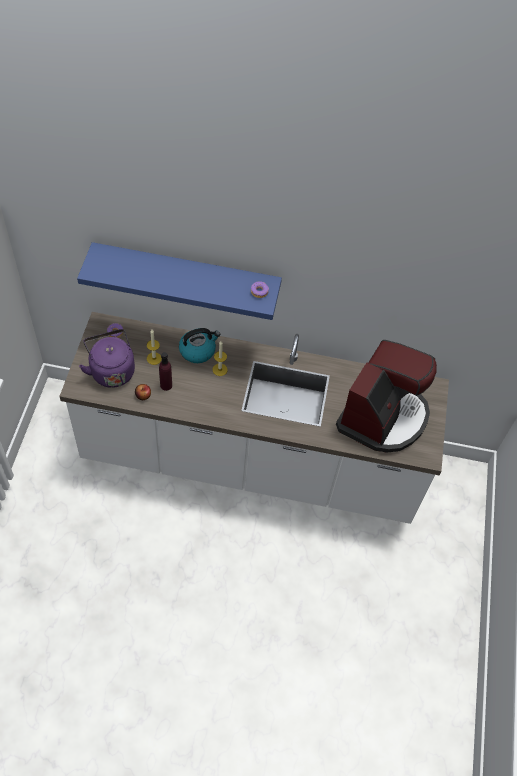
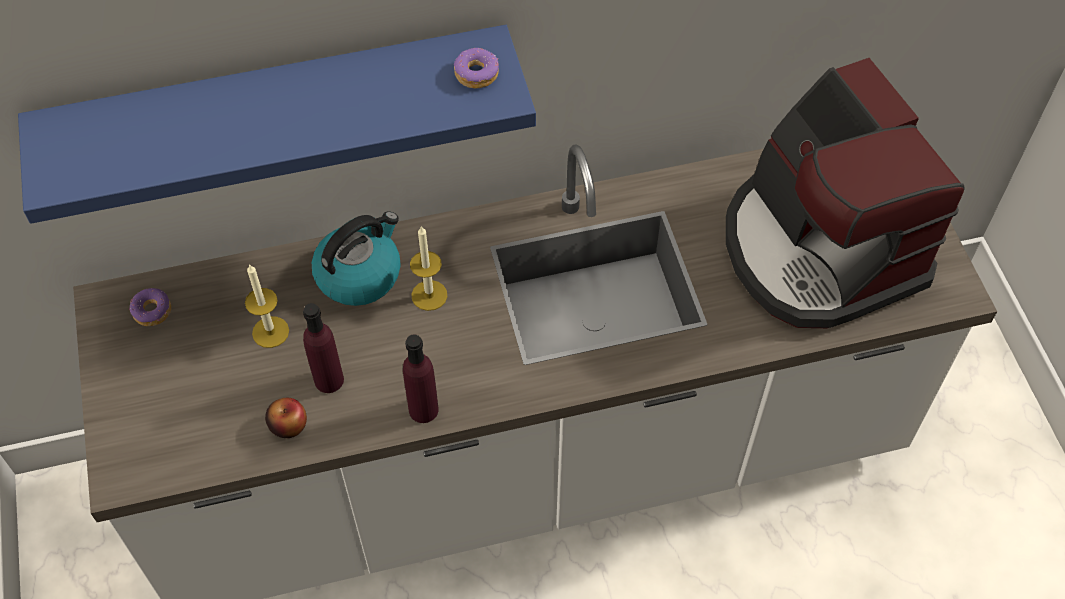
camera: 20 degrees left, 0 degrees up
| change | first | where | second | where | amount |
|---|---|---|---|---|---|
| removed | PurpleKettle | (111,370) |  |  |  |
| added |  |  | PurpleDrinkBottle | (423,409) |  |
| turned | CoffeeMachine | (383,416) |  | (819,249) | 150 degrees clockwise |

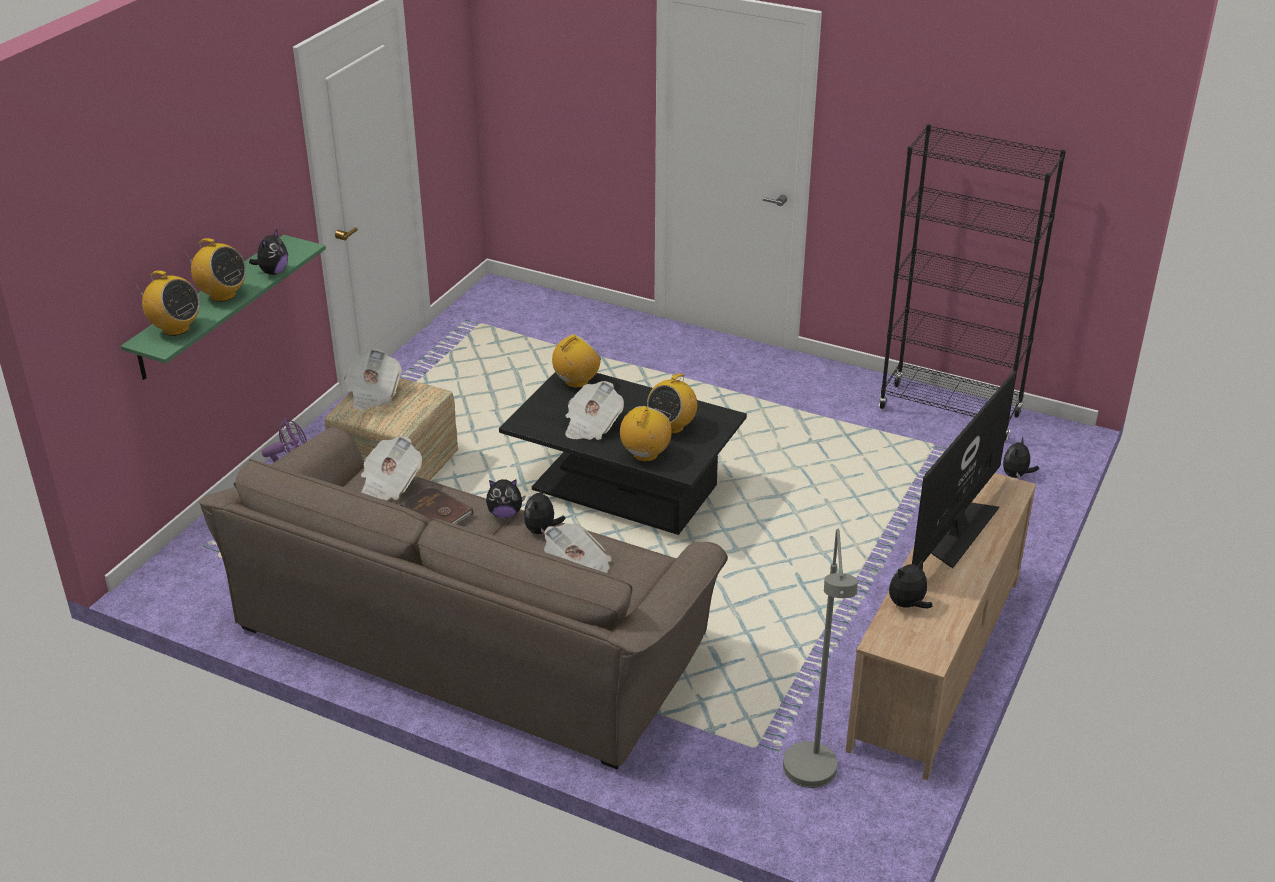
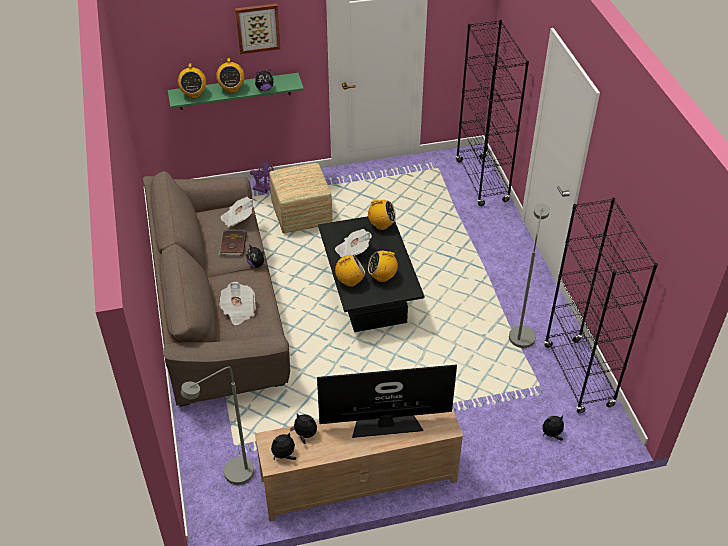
camera: 50 degrees right, 10 degrees up
| change | first | where | second | where | amount |
|---|---|---|---|---|---|
| removed | Newspaper | (373,394) |  |  |  |
| added |  |  | WallPicture | (257,28) |  |
| added |  |  | BlackishShelvingUnit | (482,181) |  |
| added |  |  | GrayStandingLamp | (522,332) |  |
| moved | PlushToy | (542,530) |  | (284,455) |  |

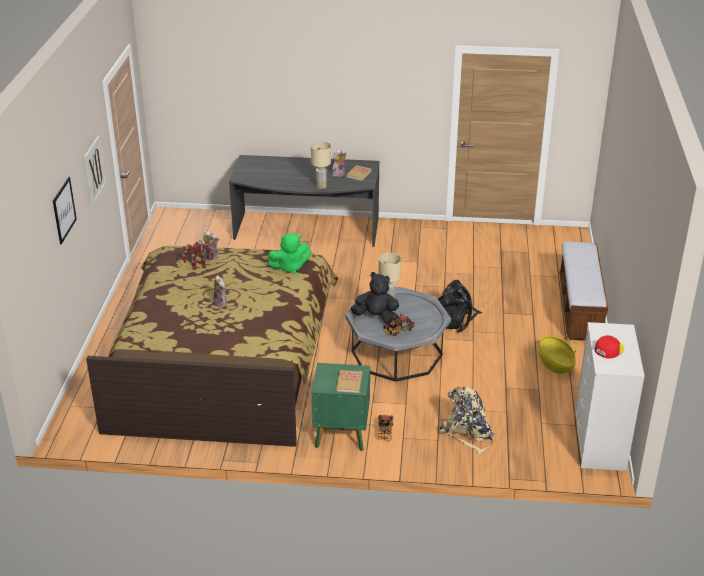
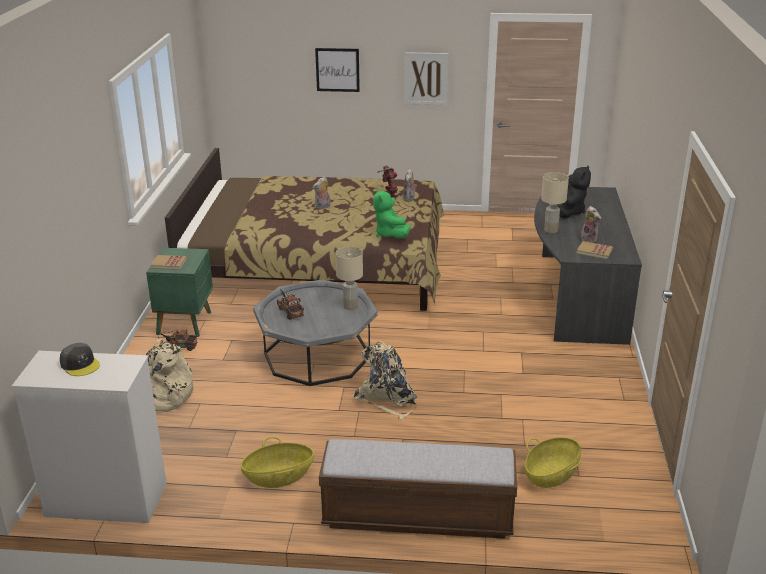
camera: 90 degrees right, 5 degrees down
| change | first | where | second | where | amount |
|---|---|---|---|---|---|
| added |  |  | Basket | (551,474) |  |
| moved | BlackishPlushToy | (376,317) |  | (569,212) |  |
| recoloured | BlackishKnapsack | (455,319) | BeigeColouredKnapsack | (387,398) |  |
| recoloured | RedColouredBaseballCap | (609,349) | GrayBaseballCap | (80,364) |  |

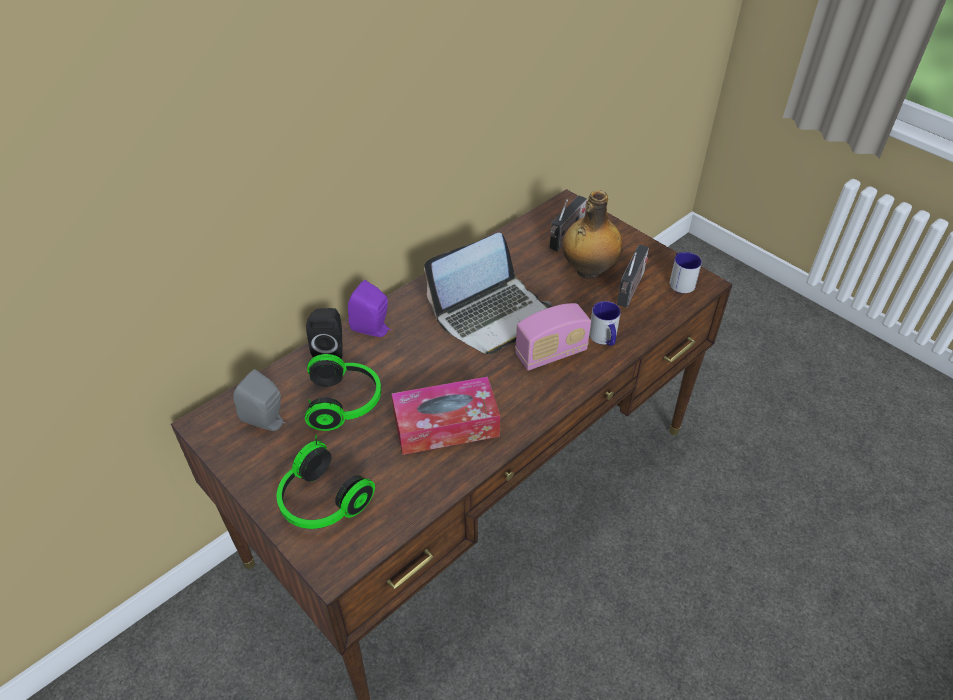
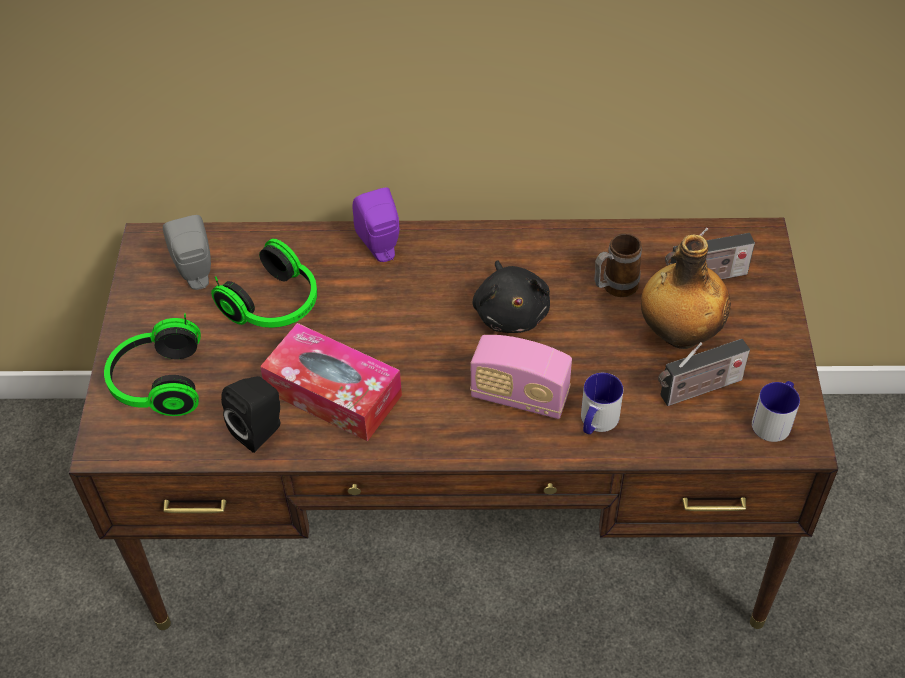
camera: 45 degrees right, 5 degrees up
| change | first | where | second | where | amount |
|---|---|---|---|---|---|
| added |  |  | TeaMug | (614,288) |  |
| moved | BlackishLoudspeaker | (330,349) |  | (261,430) |  |
| replaced | Laptop | (491,315) | BlackishPlushToy | (511,312) |  |

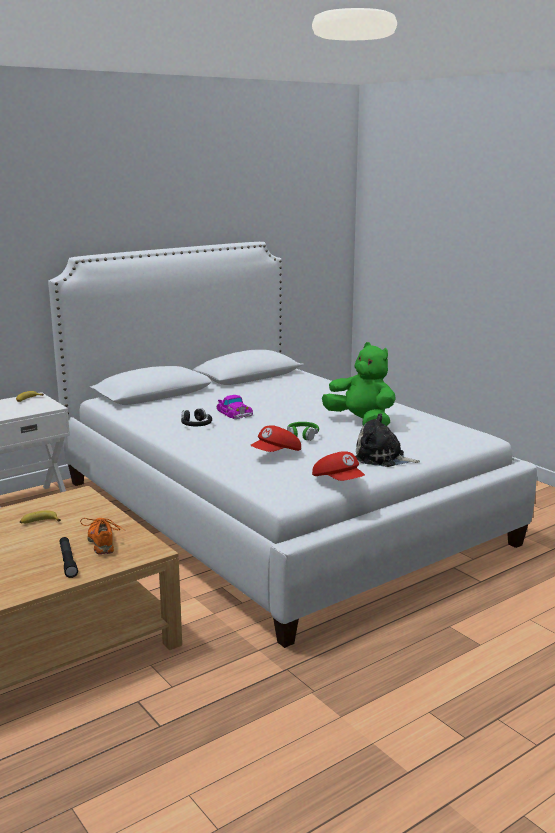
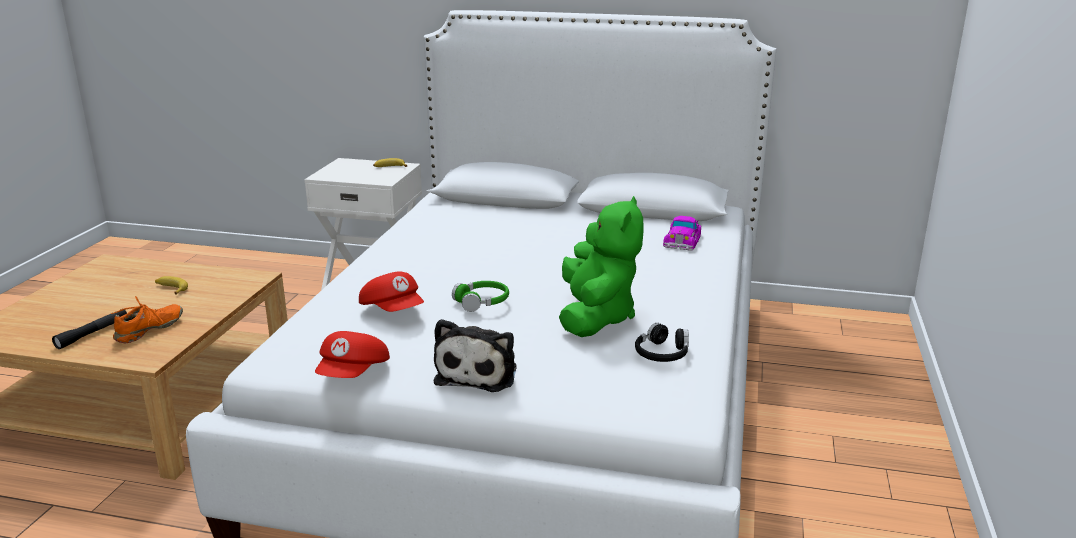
camera: 50 degrees right, 5 degrees up
| change | first | where | second | where | amount |
|---|---|---|---|---|---|
| moved | BlackishHeadset | (196,424) |  | (662,353) |  |
| moved | ToyCar | (233,412) |  | (683,239) |  |
| turned | RedColouredBaseballCap | (276,454) |  | (393,310) | 135 degrees counterclockwise |
| turned | PlushToy | (382,458) |  | (479,373) | 150 degrees counterclockwise |

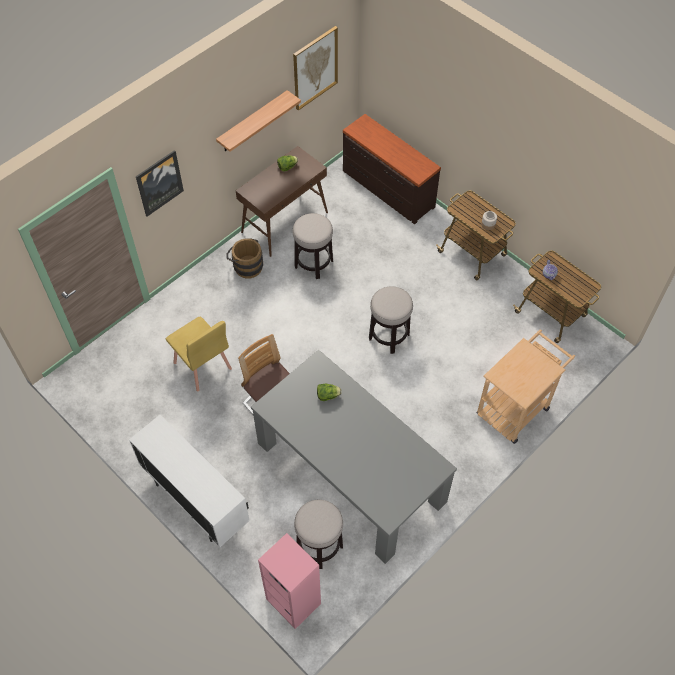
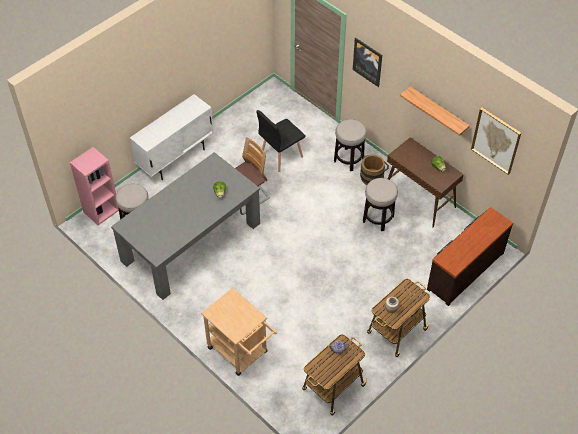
camera: 90 degrees right, 5 degrees down
| change | first | where | second | where | amount |
|---|---|---|---|---|---|
| moved | Stool | (389,336) |  | (348,159) |  |
| recoloured | YellowColouredUprightChair | (202,366) | BlackishUprightChair | (281,155) |  |

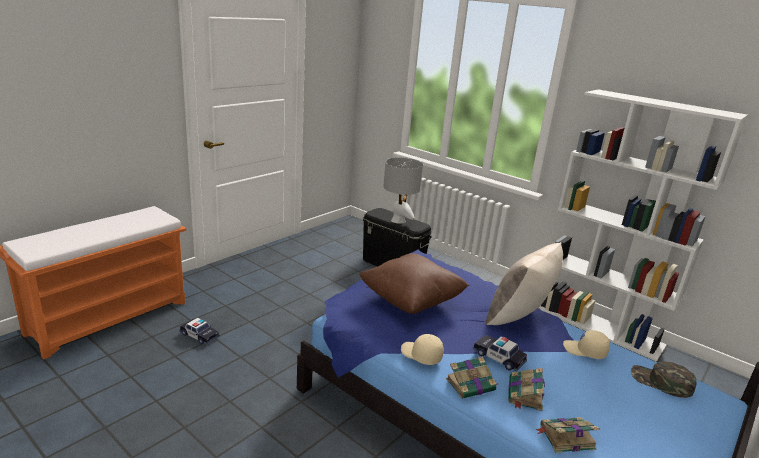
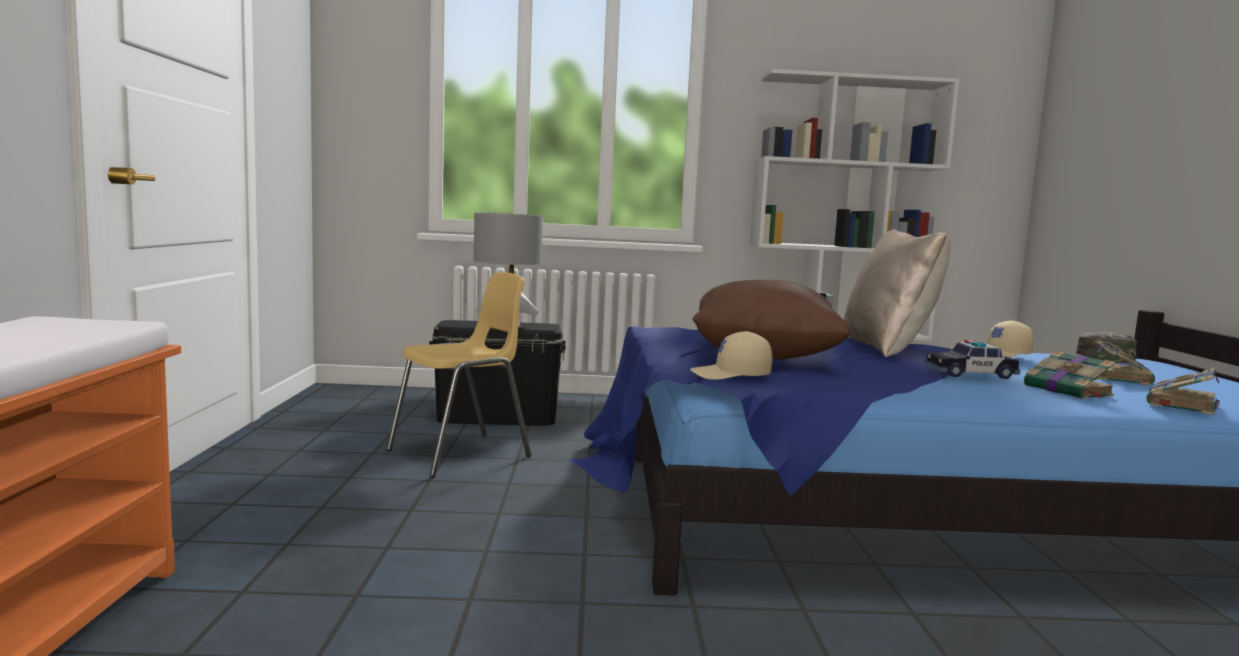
camera: 40 degrees left, 15 degrees down
| change | first | where | second | where | amount |
|---|---|---|---|---|---|
| removed | ToyCar | (199,335) |  |  |  |
| added |  |  | YellowColouredUprightChair | (461,454) |  |
| moved | BeigeColouredBaseballCap | (420,355) |  | (731,375) |  |
| moved | Book | (471,385) |  | (1120,377) |  |

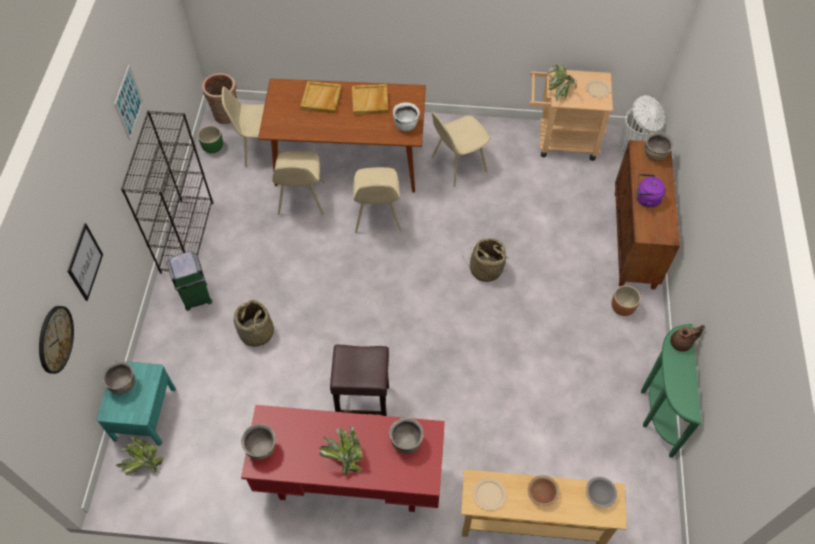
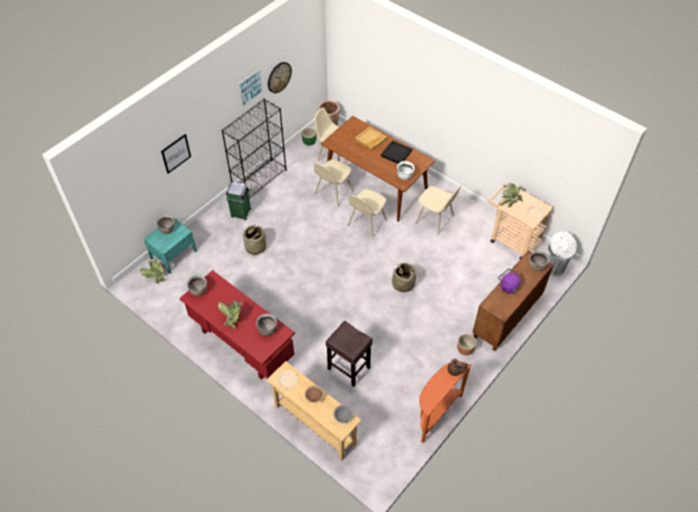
camera: 35 degrees right, 5 degrees down
| change | first | where | second | where | amount |
|---|---|---|---|---|---|
| moved | WallClock | (55,339) |  | (279,77) |  |
| moved | BrownStool | (364,403) |  | (349,368) |  |
| recoloured | BeigeColouredTray | (370,101) | BlackishTray | (396,153) |  |
| recoloured | GreenHallTable | (656,410) | OrangeColouredHallTable | (435,413) |  |
| turned | BeigeColouredUprightChair | (457,165) |  | (435,220) | 150 degrees counterclockwise |

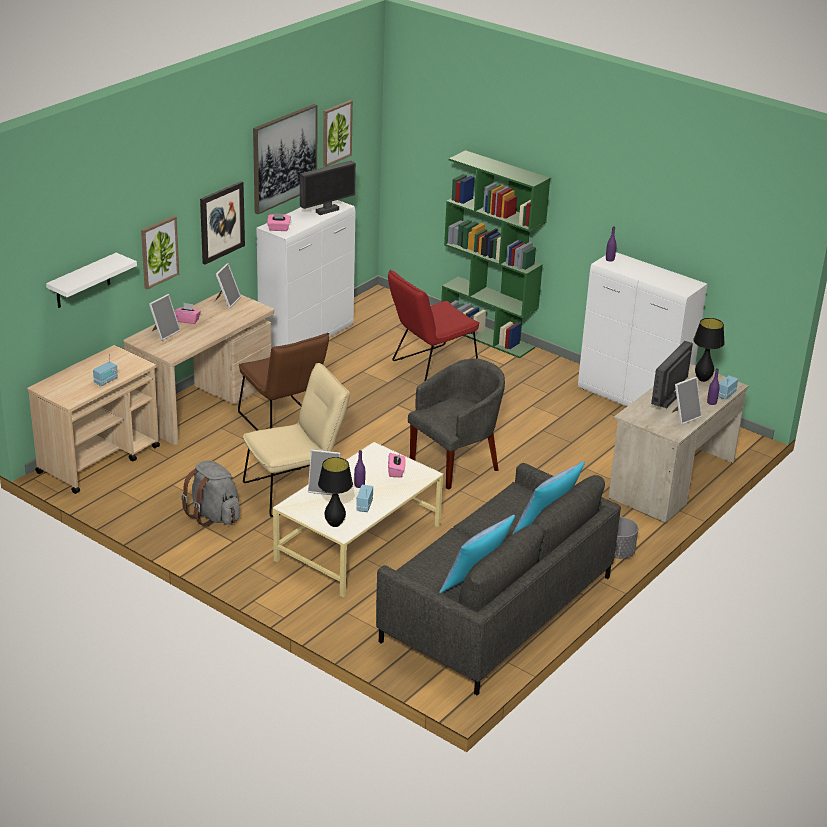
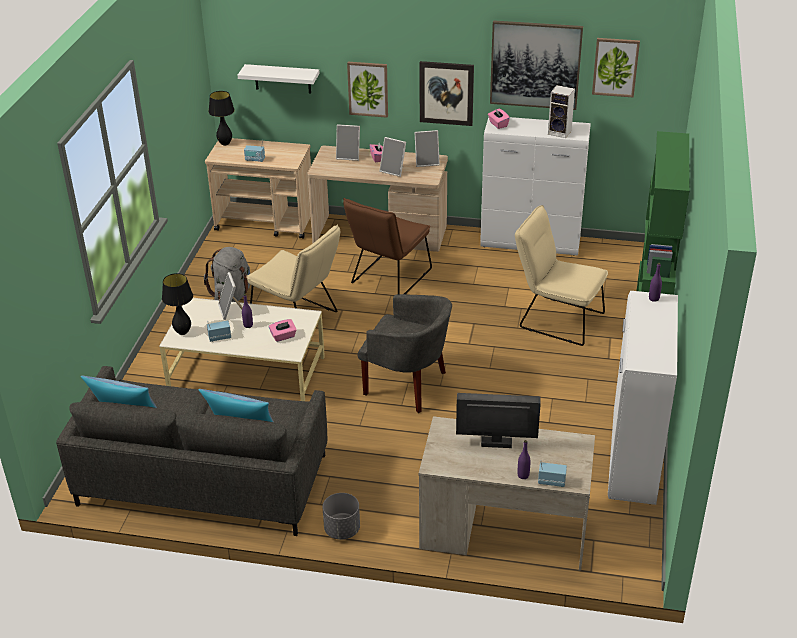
camera: 65 degrees right, 5 degrees up
| change | first | where | second | where | amount |
|---|---|---|---|---|---|
| moved | StandingFrame | (684,416) |  | (394,170) |  |
| moved | BlackishTabletopLamp | (702,379) |  | (225,143) |  |
| replaced | Monitor | (327,210) | Loudspeaker | (560,132) |  |
| recoloured | RedColouredUprightChair | (429,366) | BeigeColouredUprightChair | (556,319) |  |

